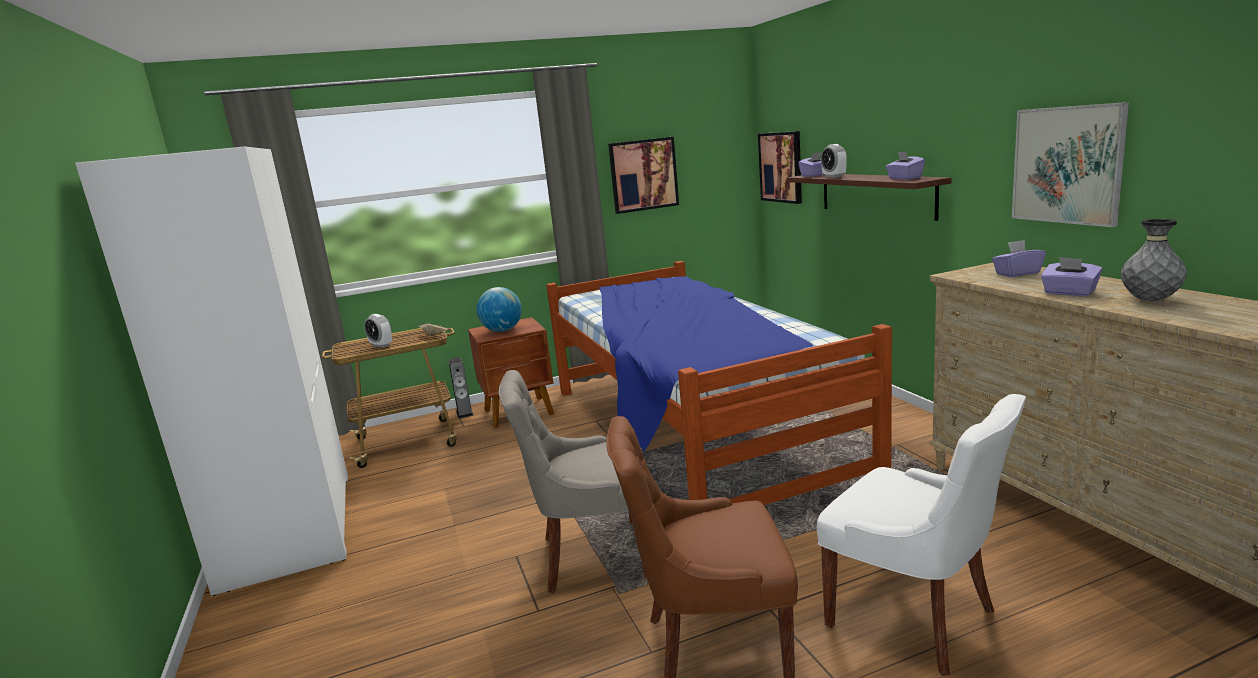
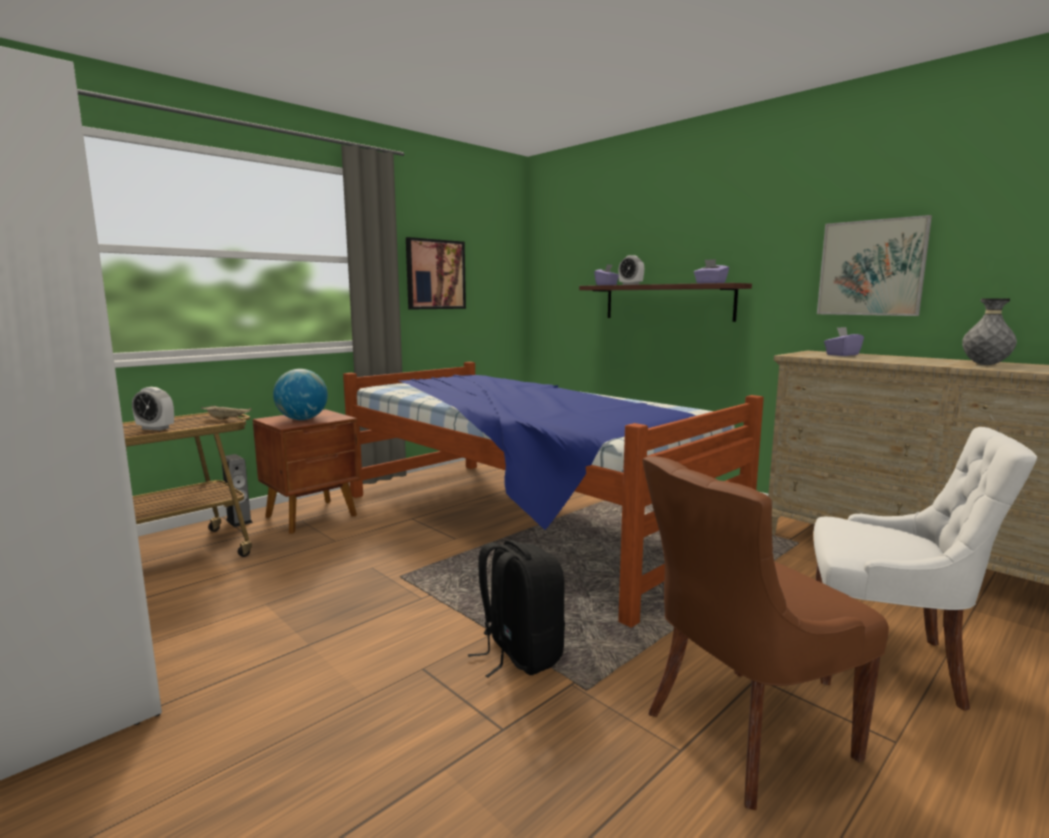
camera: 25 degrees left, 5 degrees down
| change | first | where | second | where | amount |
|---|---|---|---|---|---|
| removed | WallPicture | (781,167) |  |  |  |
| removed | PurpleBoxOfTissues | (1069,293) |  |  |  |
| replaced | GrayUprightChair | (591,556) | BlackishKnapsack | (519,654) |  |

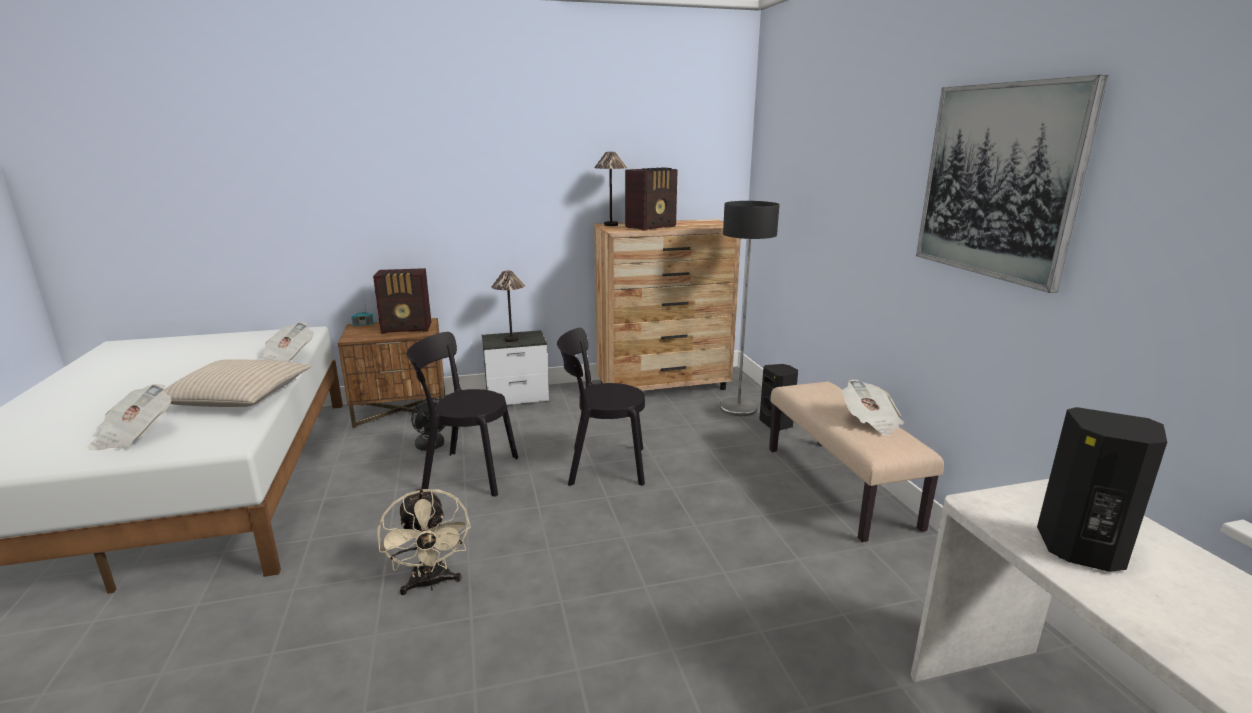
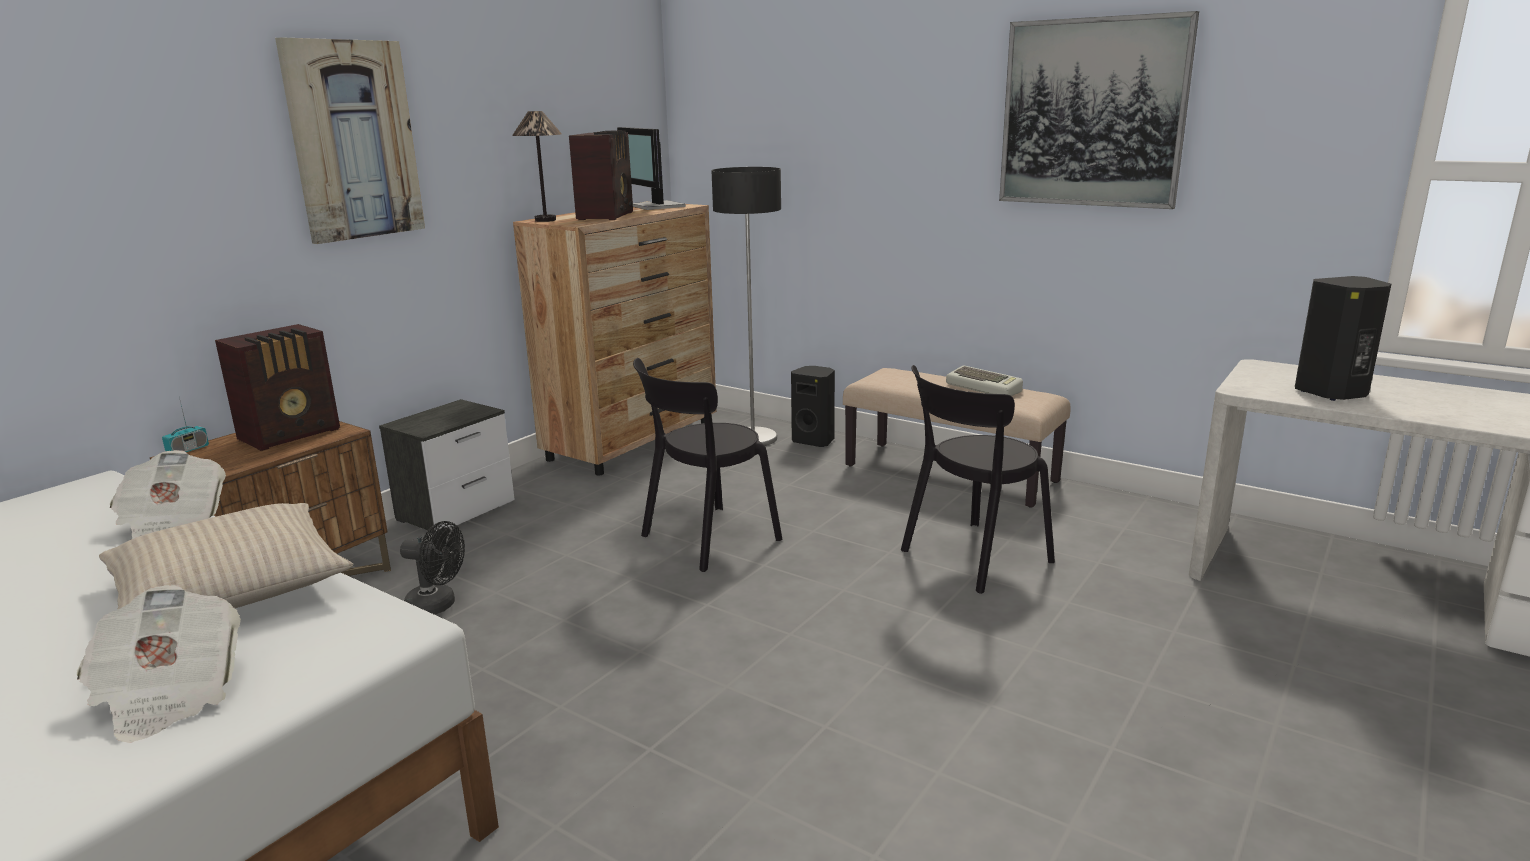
camera: 40 degrees left, 0 degrees up
| change | first | where | second | where | amount |
|---|---|---|---|---|---|
| removed | BeigeColouredFan | (430,583) |  |  |  |
| removed | TabletopLamp | (511,339) |  |  |  |
| added |  |  | WallPicture | (353,140) |  |
| added |  |  | Monitor | (655,206) |  |
| moved | BlackishUprightChair | (467,473) |  | (971,558) |  |
| replaced | Newspaper | (870,422) | Keyboard | (985,388) |  |

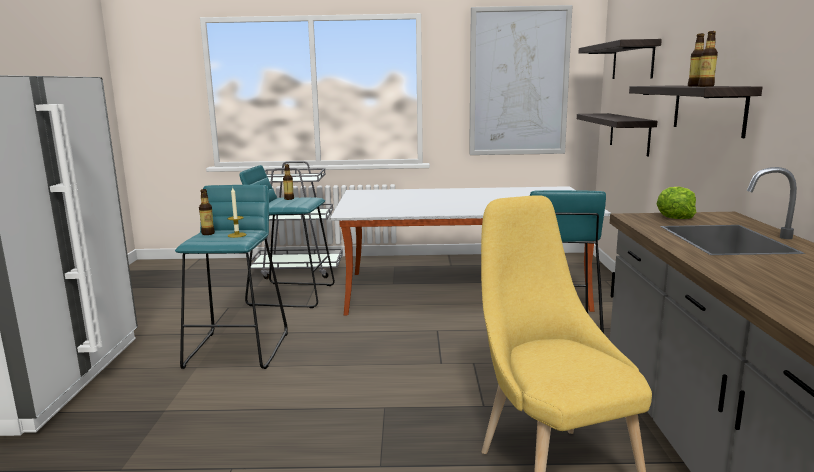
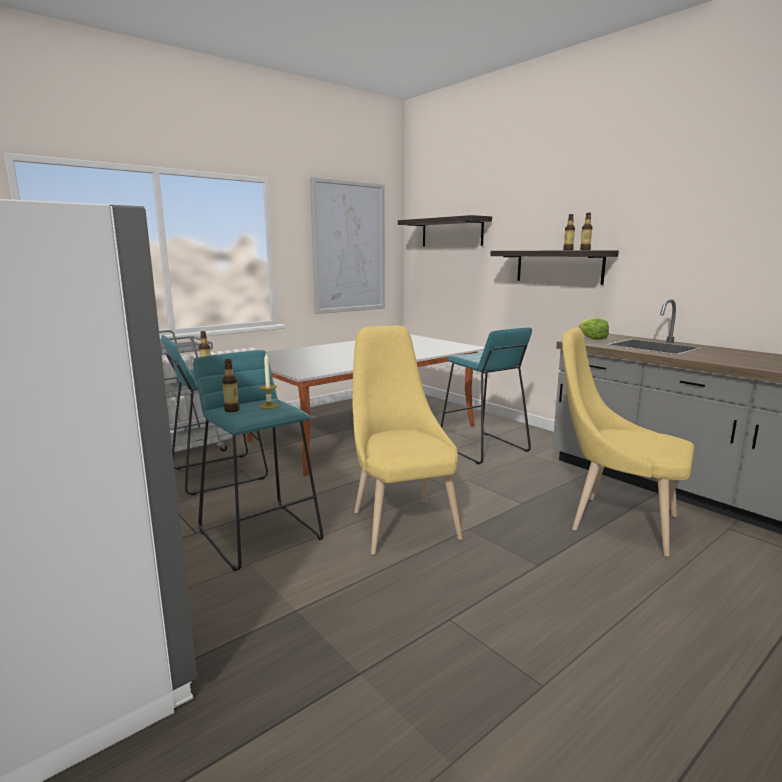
camera: 40 degrees left, 0 degrees up
| change | first | where | second | where | amount |
|---|---|---|---|---|---|
| removed | BracketShelf | (629,133) |  |  |  |
| added |  |  | YellowColouredUprightChair | (401,522) |  |

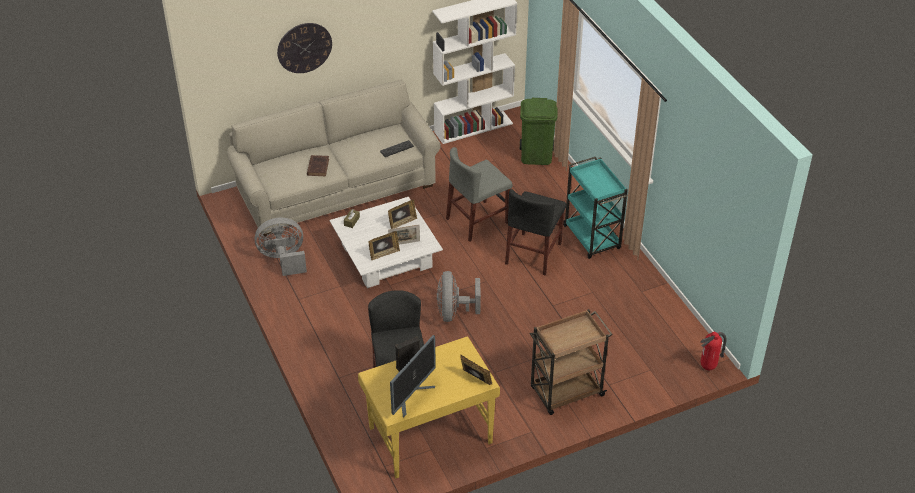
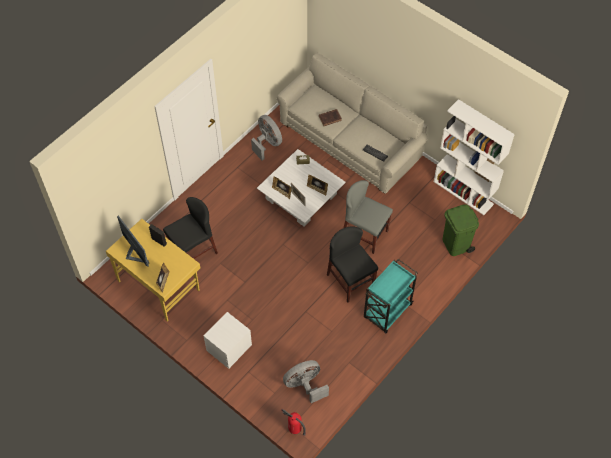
camera: 65 degrees right, 15 degrees up
| change | first | where | second | where | amount |
|---|---|---|---|---|---|
| removed | WallClock | (304,47) |  |  |  |
| moved | GrayFan | (454,312) |  | (305,385) |  |
| replaced | BrownCart | (565,392) | WhiteColouredNightstand | (229,348) |  |
| turned | Monitor | (412,396) |  | (134,253) | 135 degrees counterclockwise |
| turned | BlackishUprightChair | (533,253) |  | (350,281) | 60 degrees clockwise |

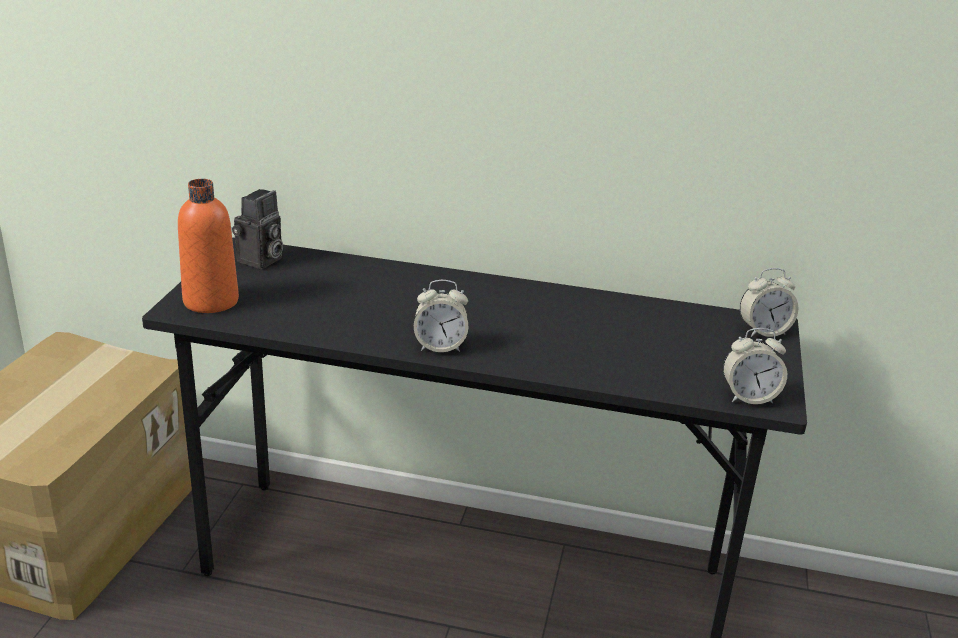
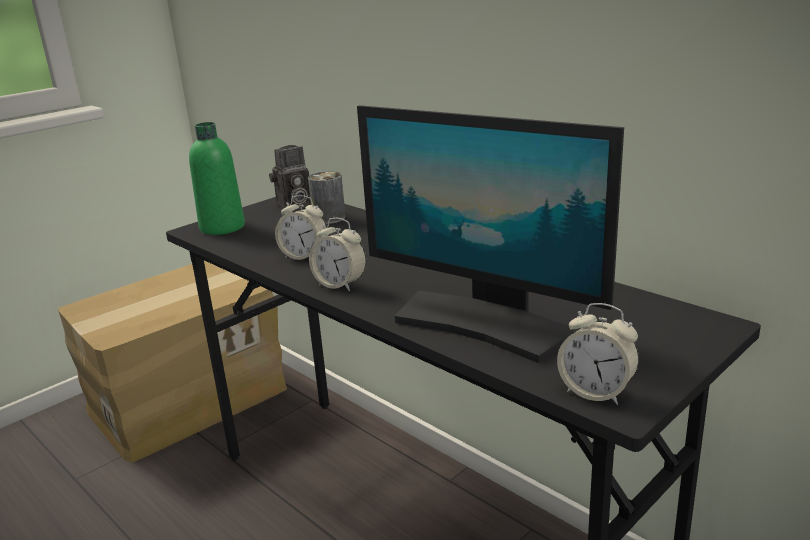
camera: 35 degrees right, 5 degrees down
| change | first | where | second | where | amount |
|---|---|---|---|---|---|
| added |  |  | SealedCan | (329,218) |  |
| added |  |  | Monitor | (483,324) |  |
| moved | BedsideClock | (763,331) |  | (304,256) |  |
| recoloured | OrangeColouredDrinkBottle | (211,301) | GreenDrinkBottle | (222,227) |  |

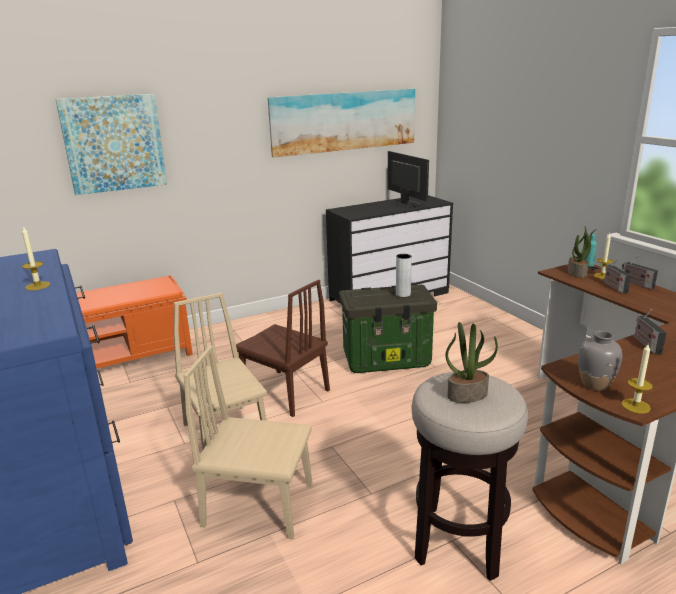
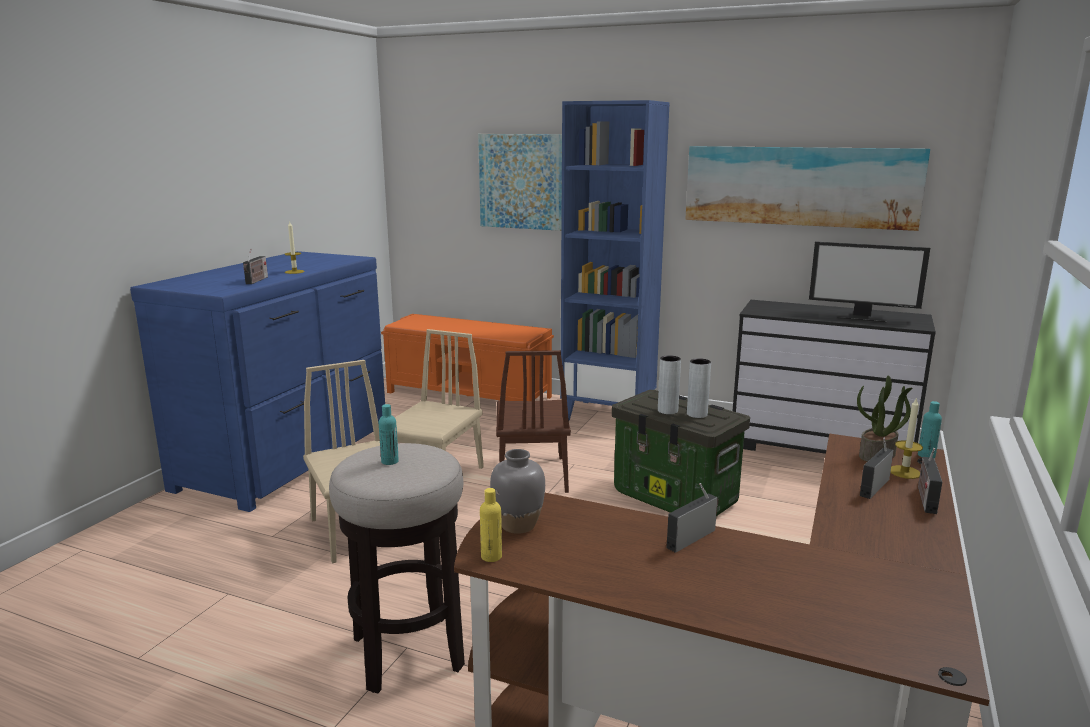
camera: 50 degrees right, 5 degrees down
| change | first | where | second | where | amount |
|---|---|---|---|---|---|
| added |  |  | RadioSet | (256,281) |  |
| added |  |  | BluishShelvingUnit | (609,415) |  |
| added |  |  | GrayVase | (667,411) |  |
| replaced | Houseplant | (467,394) | TurquoiseDrinkBottle | (390,461) |  |
| replaced | Candle | (635,406) | YellowColouredDrinkBottle | (491,556) |  |
| turned | Monitor | (405,203) |  | (862,316) | 90 degrees clockwise |

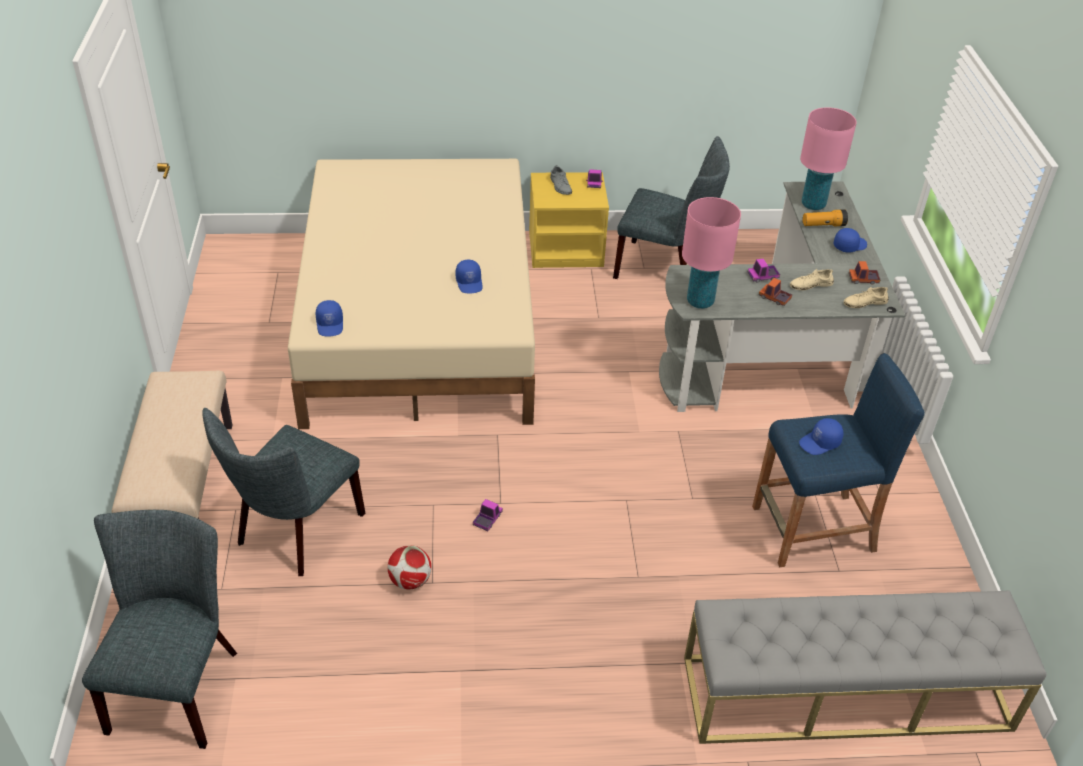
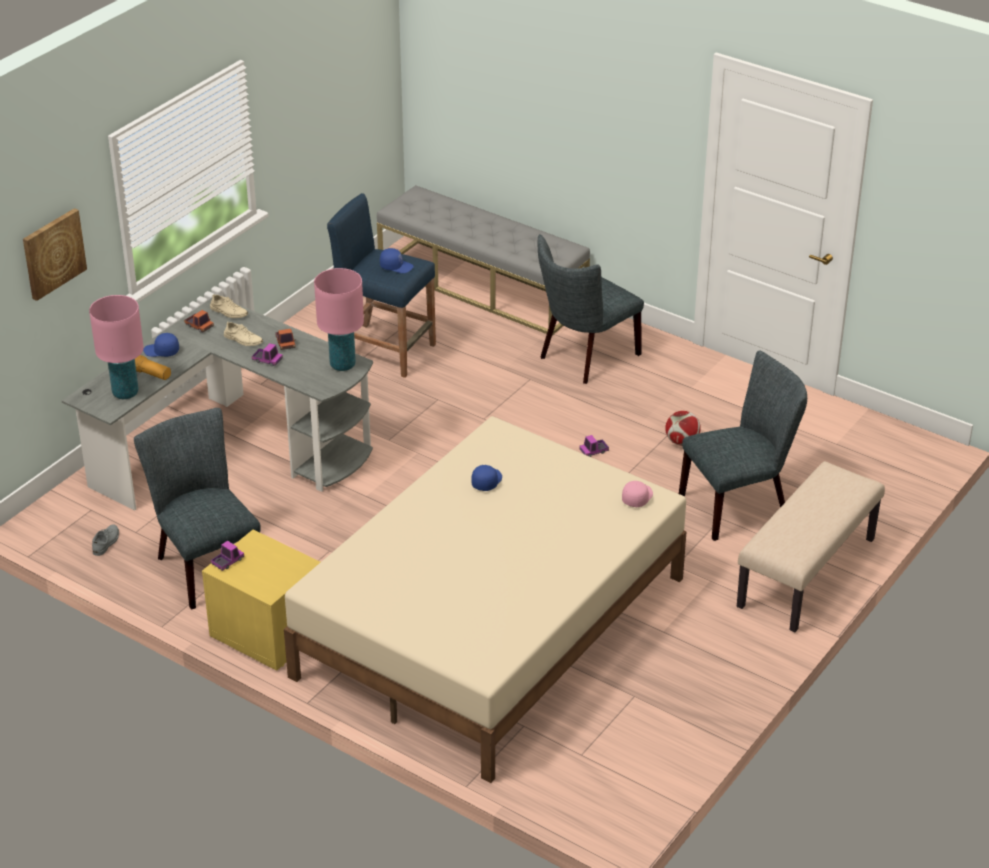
camera: 140 degrees left, 5 degrees down
| change | first | where | second | where | amount |
|---|---|---|---|---|---|
| added |  |  | WallPicture | (53,253) |  |
| moved | GrayUprightChair | (178,683) |  | (584,358) |  |
| moved | GrayShoe | (560,186) |  | (106,542) |  |
| recoloured | BluishBaseballCap | (330,324) | PinkBaseballCap | (637,497) |  |

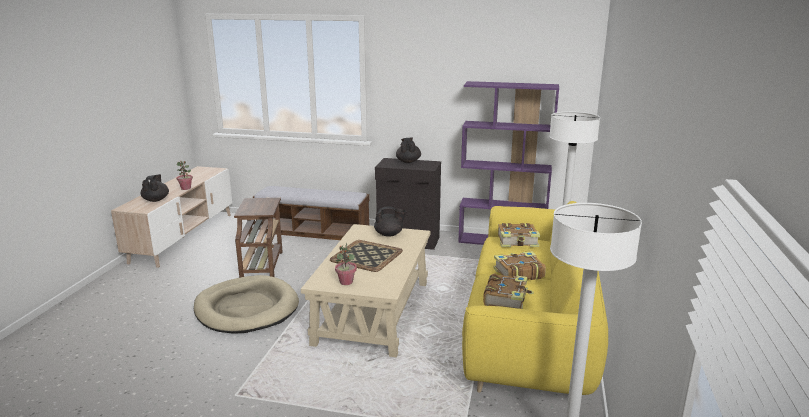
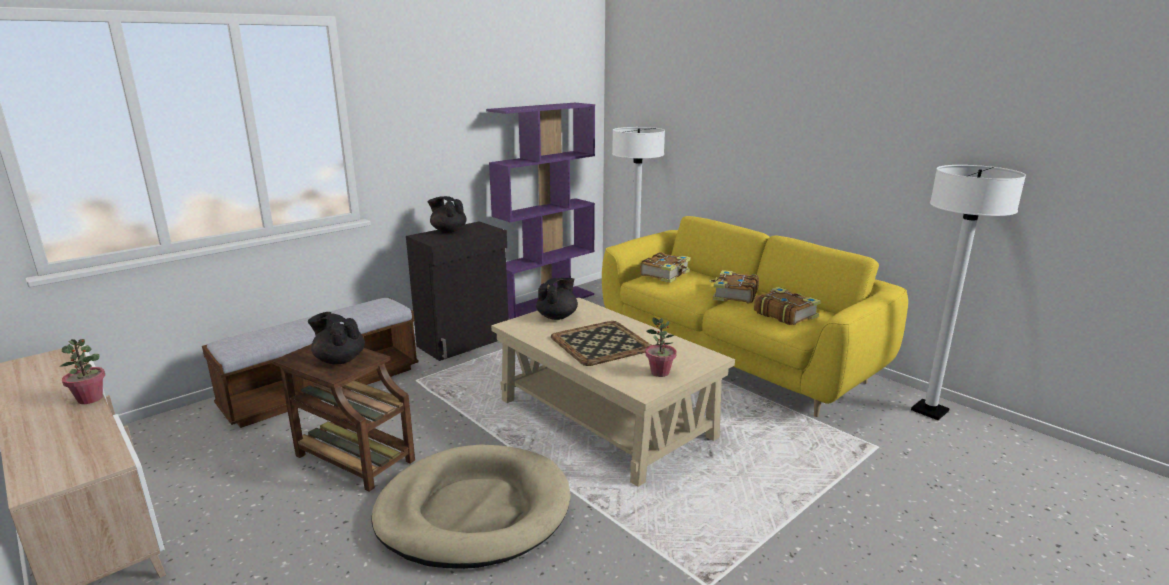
camera: 55 degrees left, 0 degrees up
| change | first | where | second | where | amount |
|---|---|---|---|---|---|
| moved | BlackishTeaPot | (156,200) |  | (339,360) |  |

